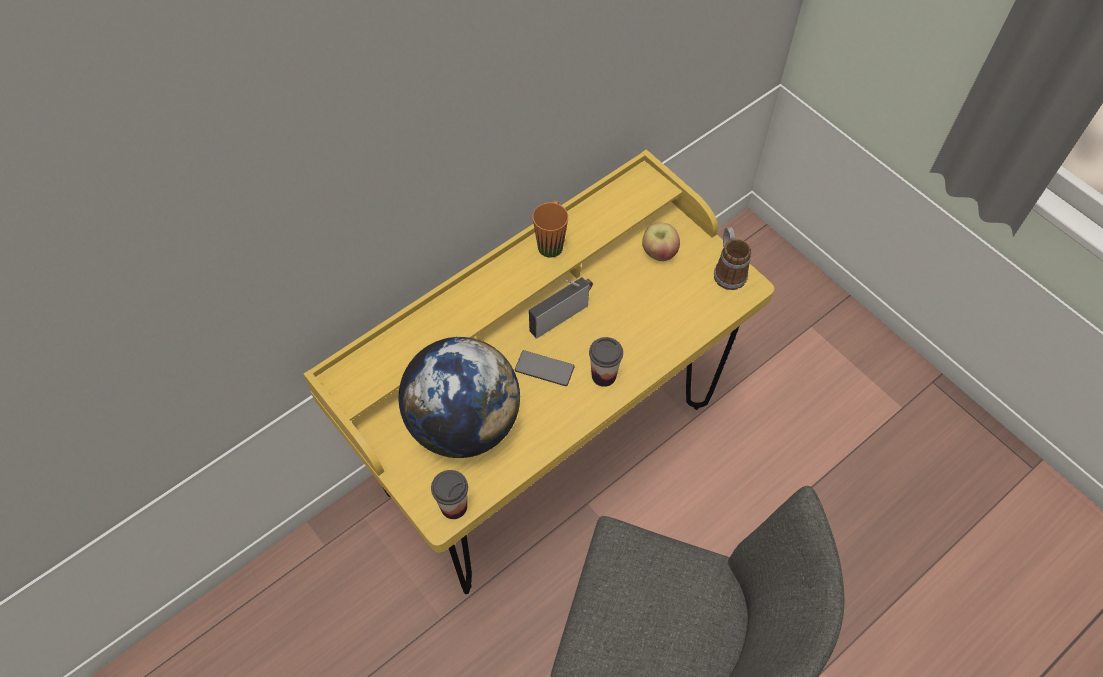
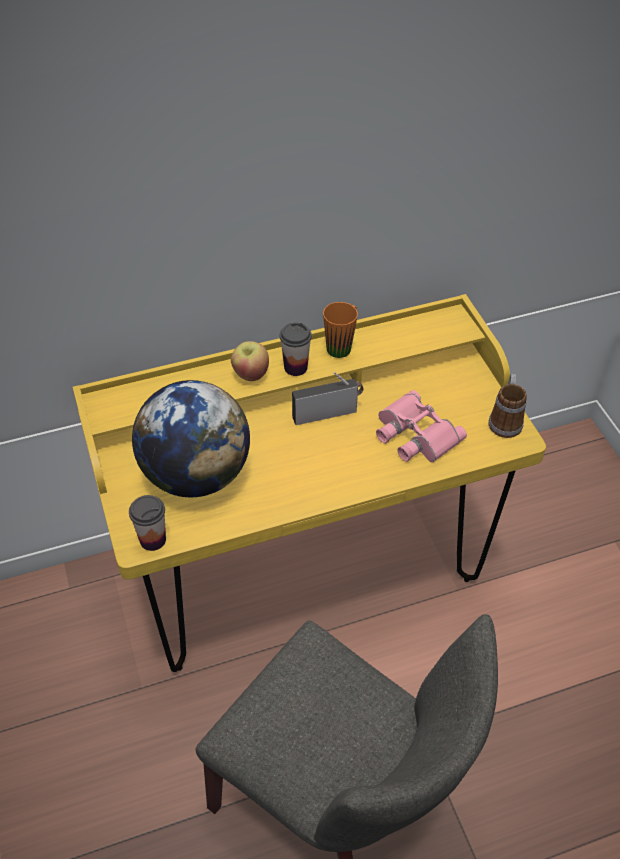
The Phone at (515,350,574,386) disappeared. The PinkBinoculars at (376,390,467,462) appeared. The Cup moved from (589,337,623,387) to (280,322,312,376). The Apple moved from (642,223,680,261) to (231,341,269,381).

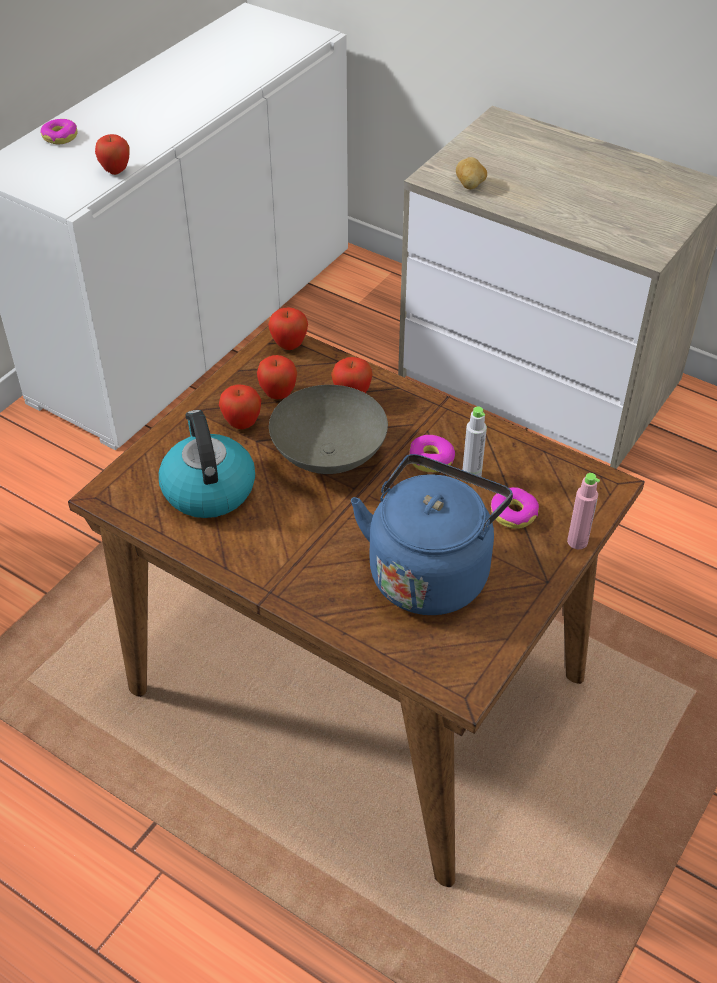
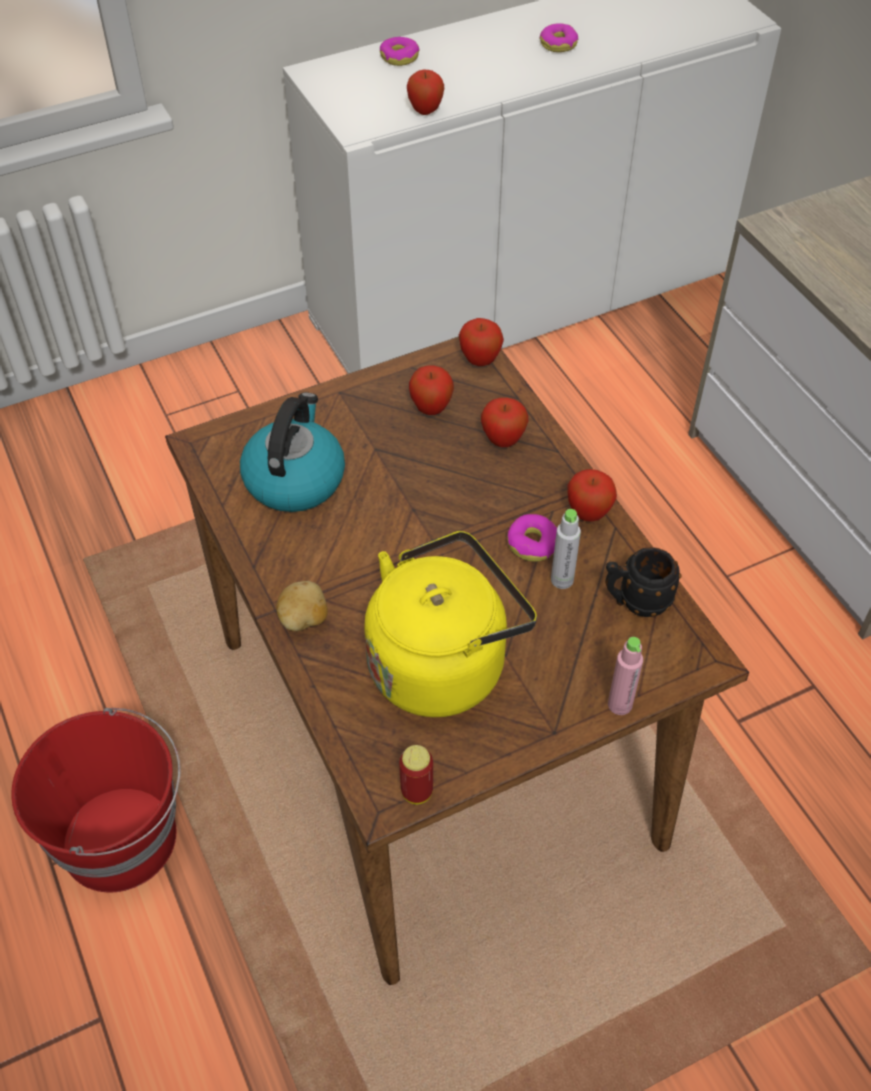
The GreyBowl at (269,385,388,474) disappeared. The RedBucket at (11,708,181,892) appeared. The Can at (399,745,433,804) appeared. The BlackMug at (605,547,681,617) appeared. The Apple moved from (219,385,262,429) to (567,469,617,522). The Potato moved from (456,157,487,189) to (276,581,328,631). The Donut moved from (491,487,539,529) to (539,23,578,52). The BlueKettle at (351,454,513,615) became the YellowKettle at (364,531,537,717).

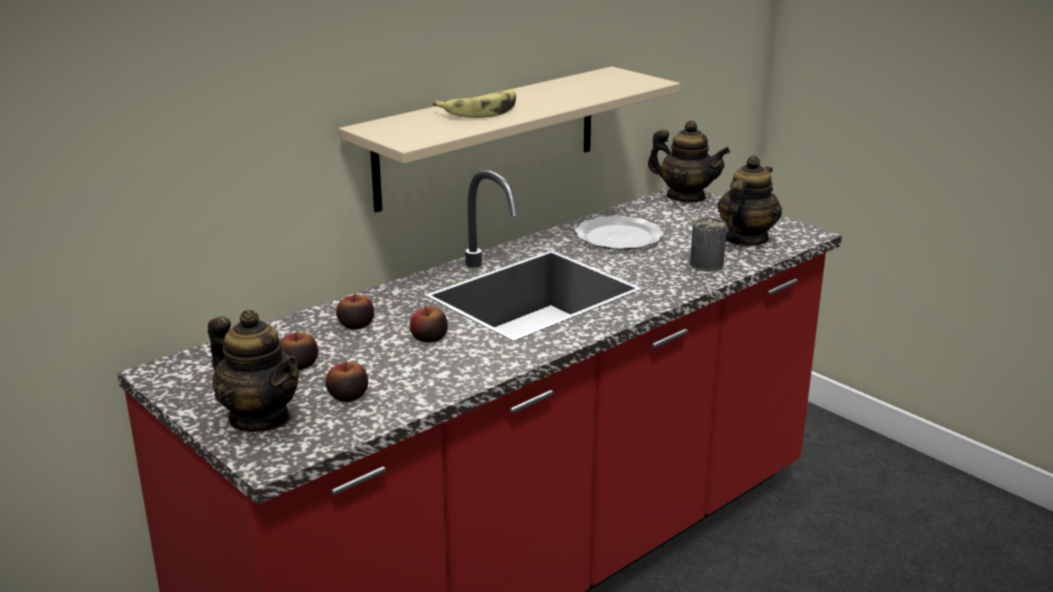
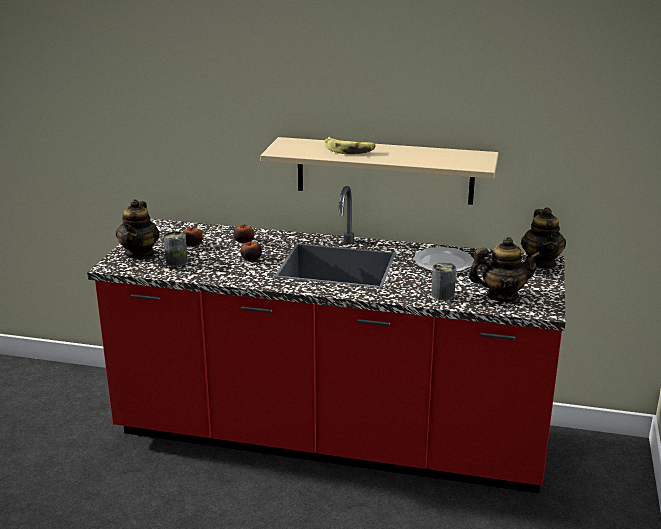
The Apple at (325,362,368,402) was replaced by the Can at (164,232,188,267).

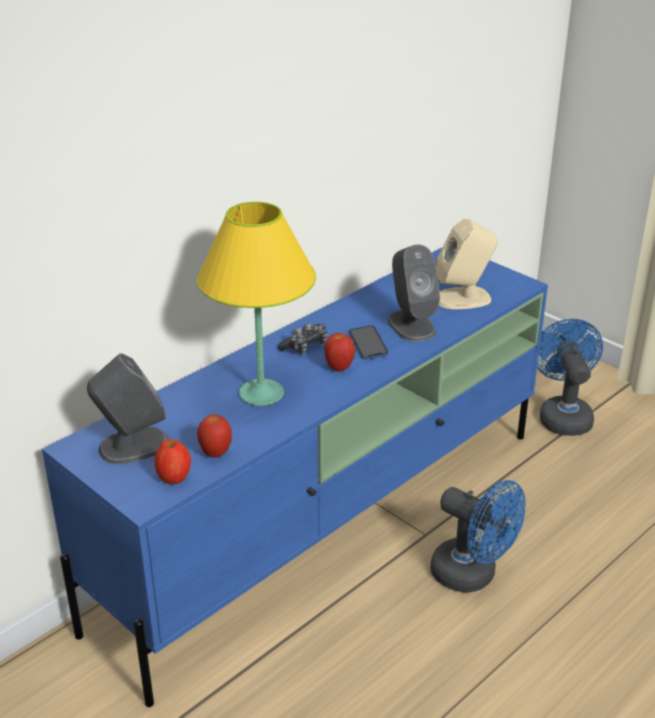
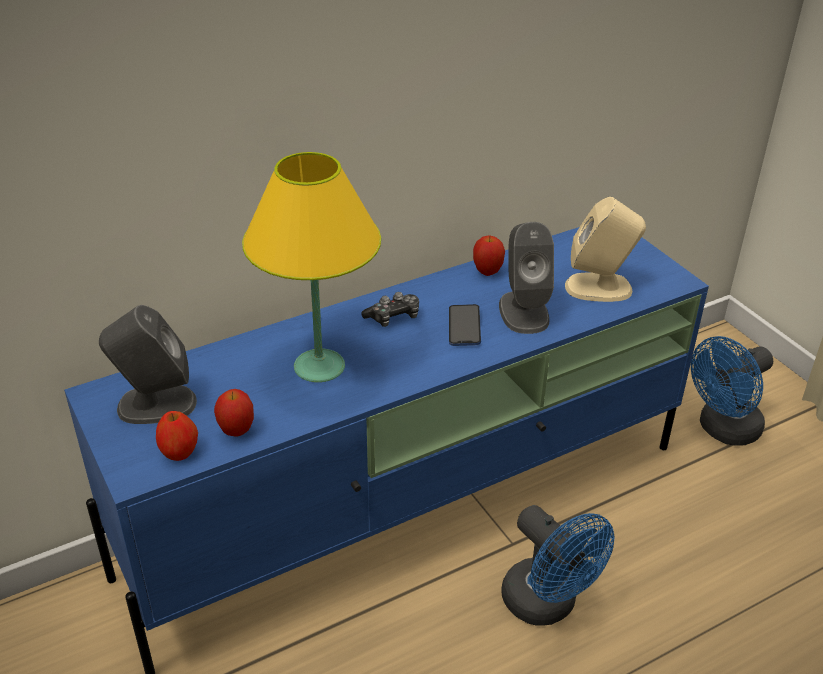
The Apple moved from (324,333,355,372) to (473,235,505,276). The BlueFan at (537,319,603,436) turned 135 degrees counterclockwise.

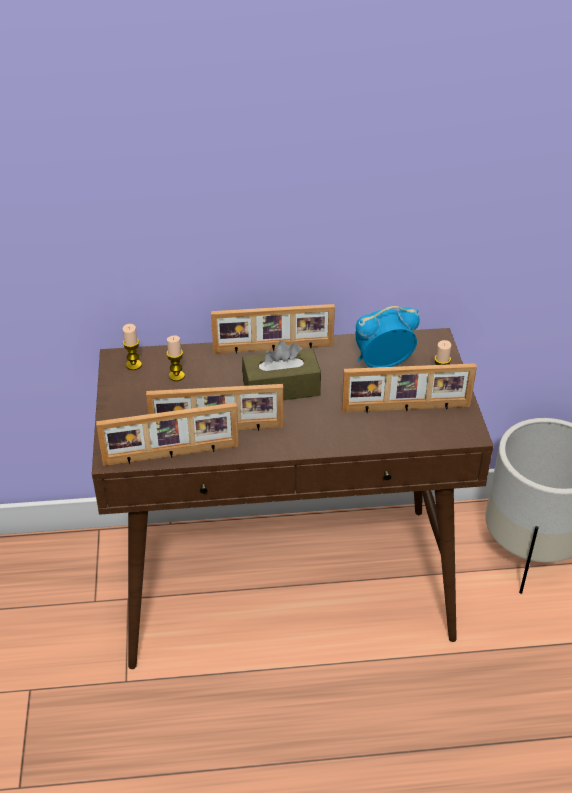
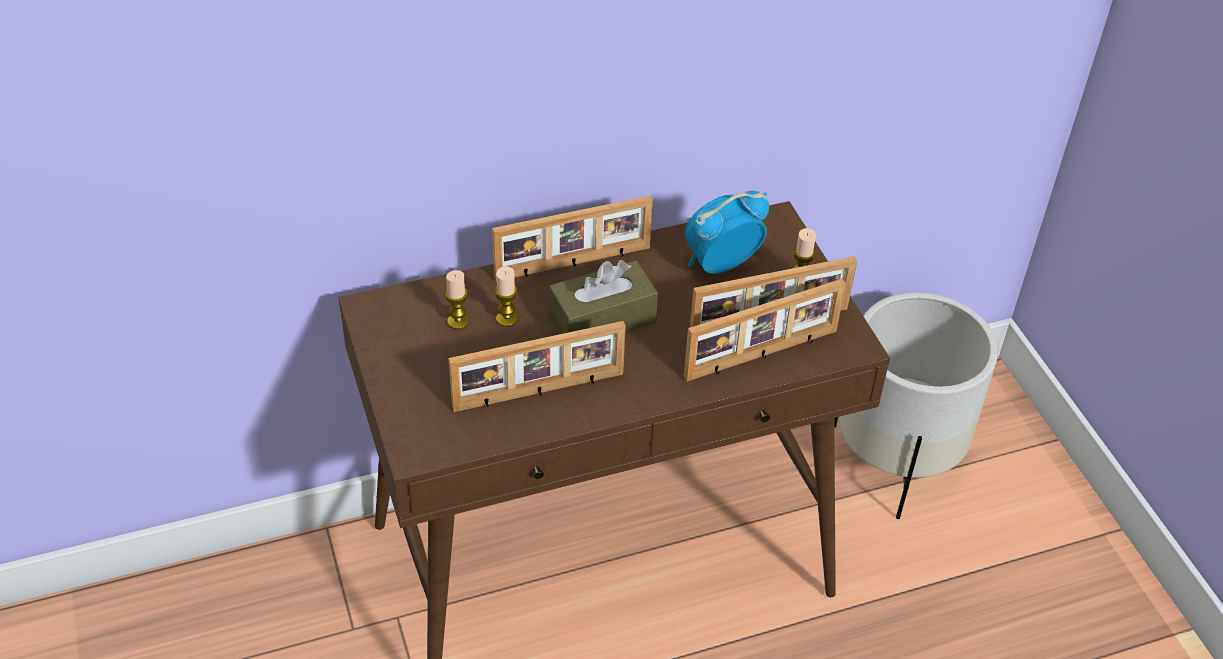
The PictureFrame moved from (96,402,239,466) to (684,279,846,382). The Candle moved from (123,324,142,370) to (495,266,518,327).

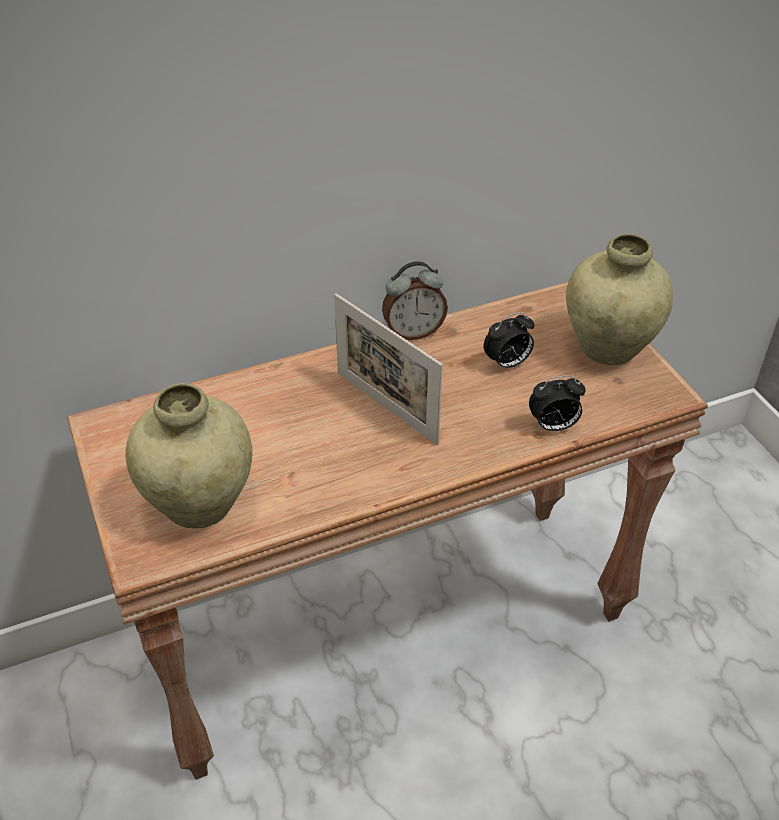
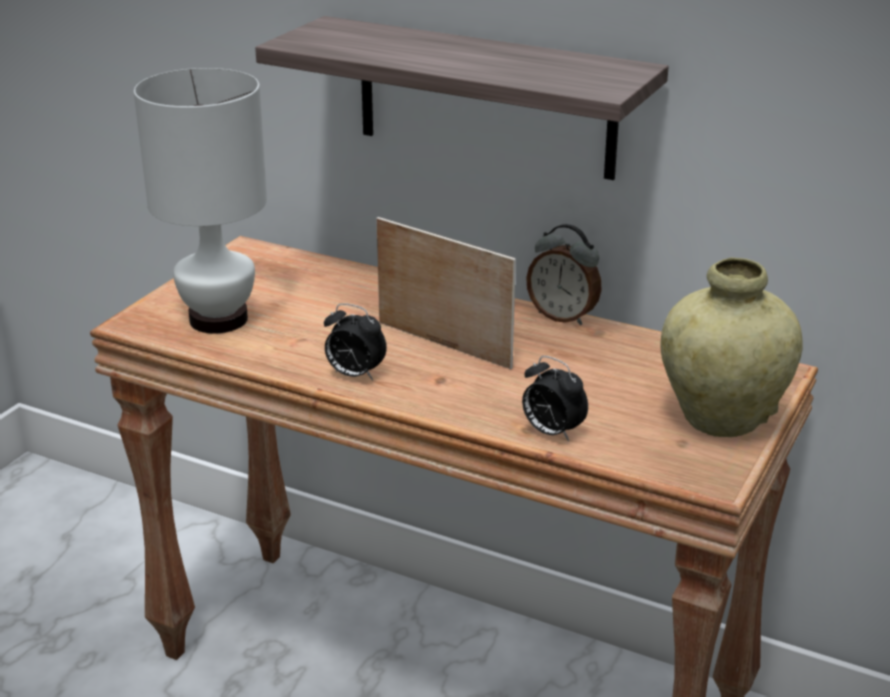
The Shelf at (255,16,669,180) appeared. The AlarmClock moved from (483,312,534,370) to (324,303,387,380). The BeigeVase at (125,383,252,528) was replaced by the WhiteTableLamp at (134,68,267,334). The PictureFrame at (334,293,443,445) turned 120 degrees clockwise.

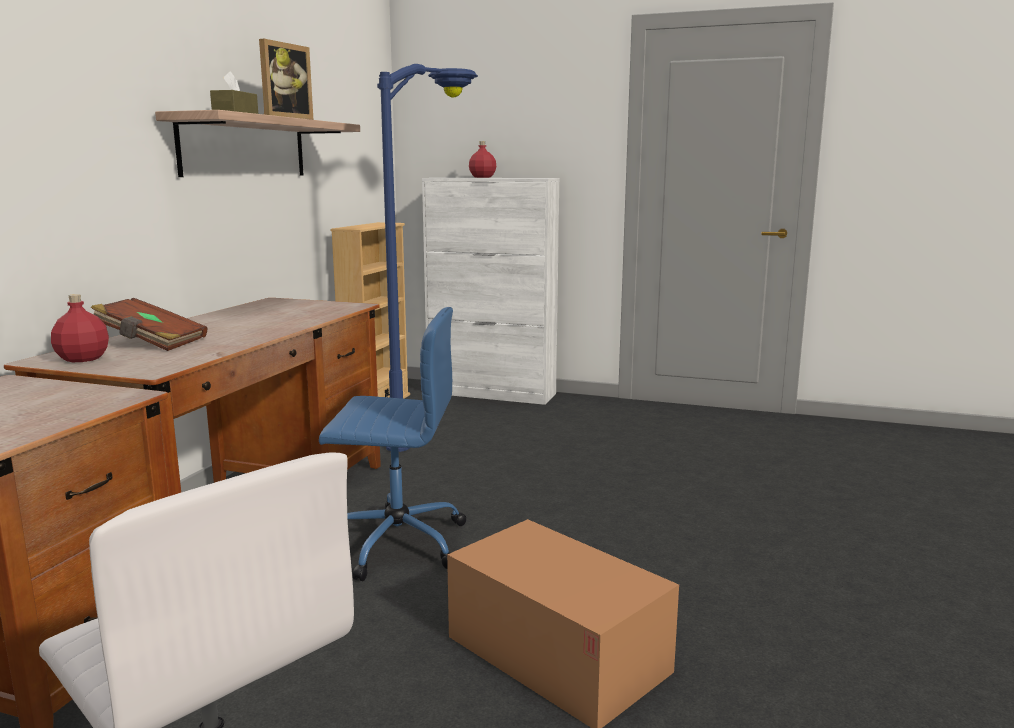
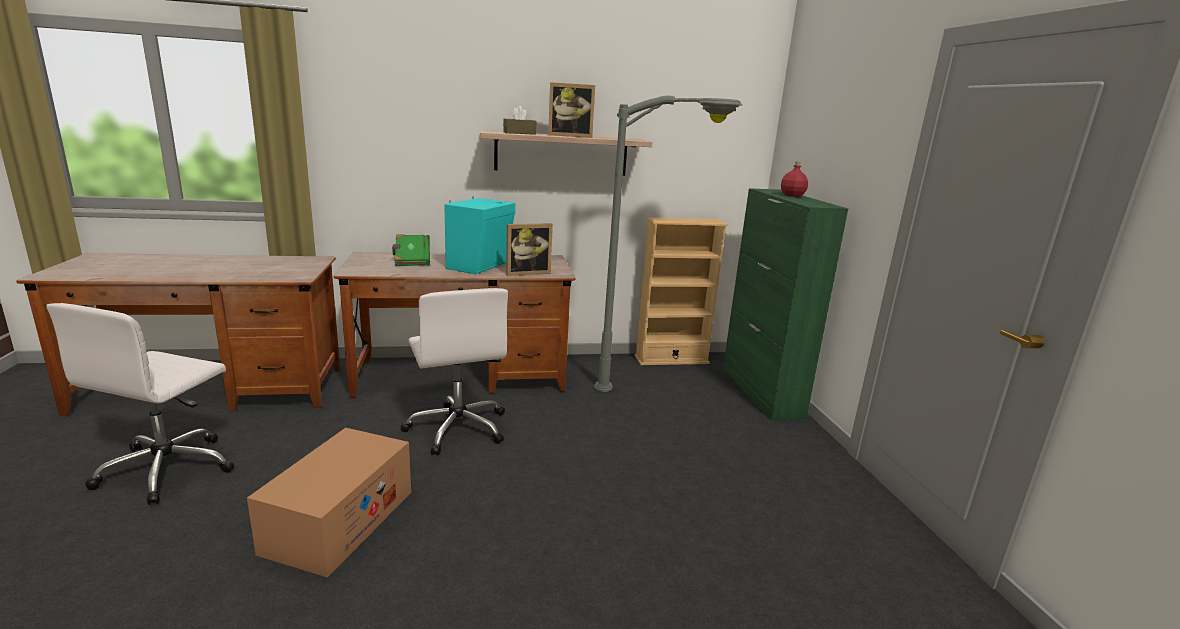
The RedBottle at (51,294,109,362) disappeared. The TurquoiseSpeaker at (444,196,516,274) appeared. The PictureFrame at (506,223,553,276) appeared. The BrownBook at (91,298,207,351) became the GreenBook at (392,234,430,266). The BlueOfficeChair at (319,307,466,581) became the WhiteOfficeChair at (400,288,508,455). The BlueFloorLamp at (377,64,478,452) became the GreyFloorLamp at (594,96,742,392). The WhiteCabinet at (422,178,560,405) became the GreenCabinet at (723,188,848,420).

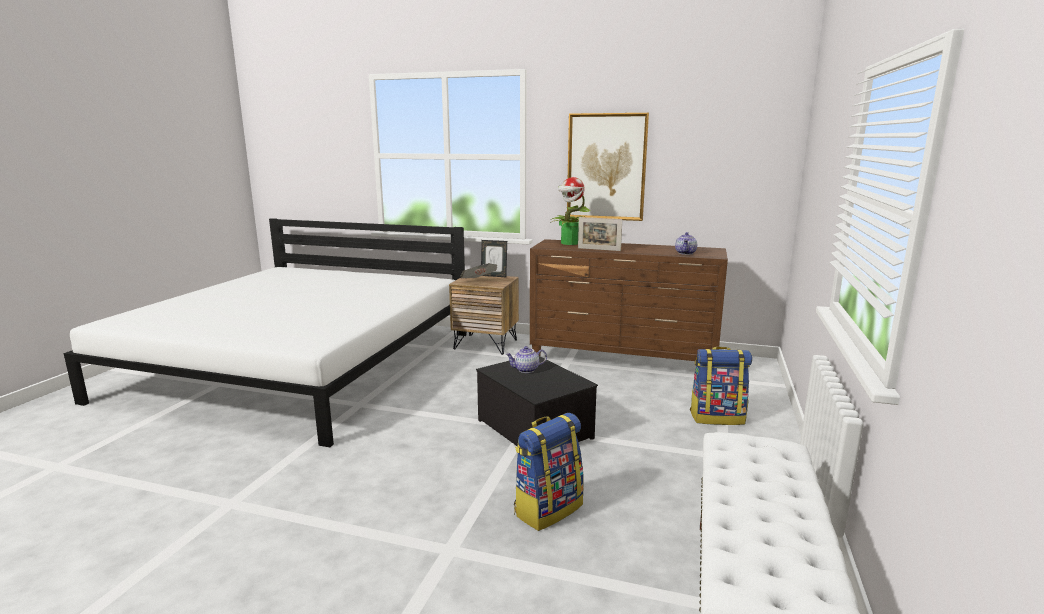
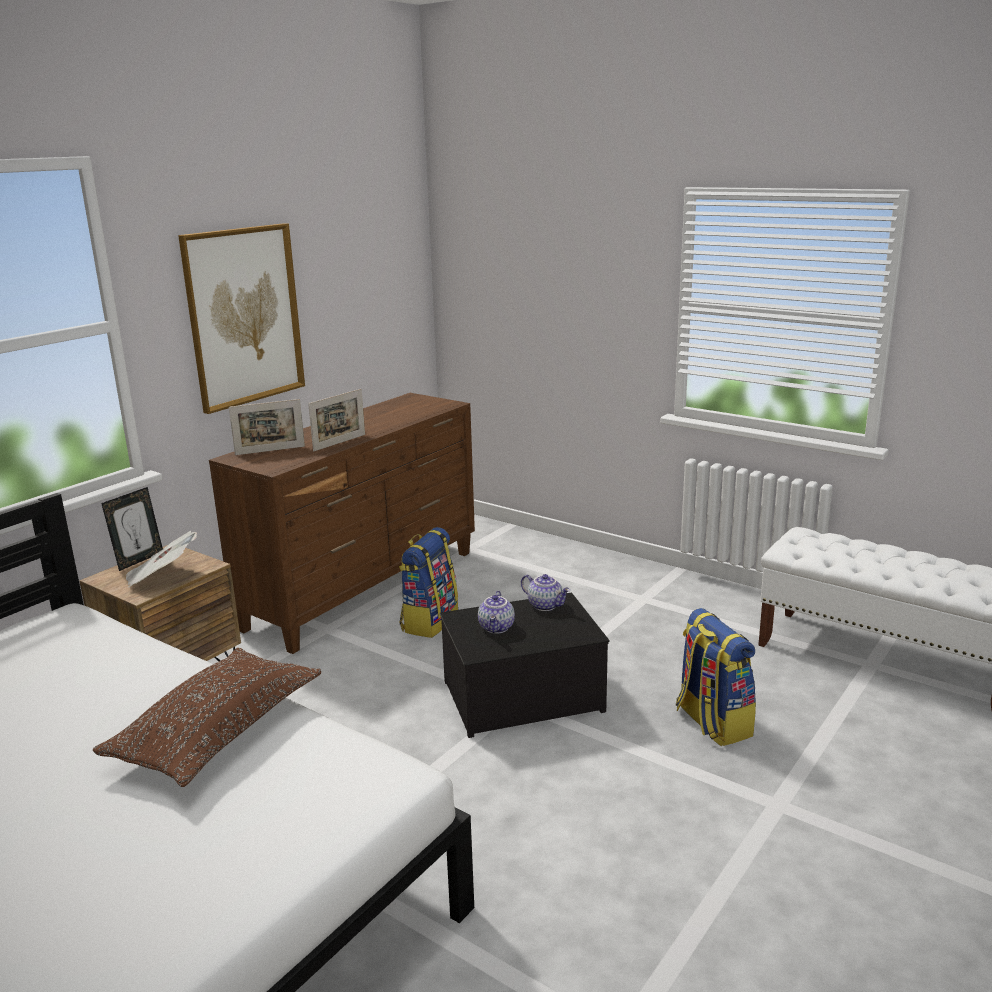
The BrownPillow at (93,648,321,787) appeared. The Teapot moved from (675,232,697,255) to (521,574,570,611). The Backpack moved from (690,347,752,425) to (399,527,458,638). The PottedPlant at (550,177,591,245) was replaced by the PictureFrame at (229,399,305,455).

